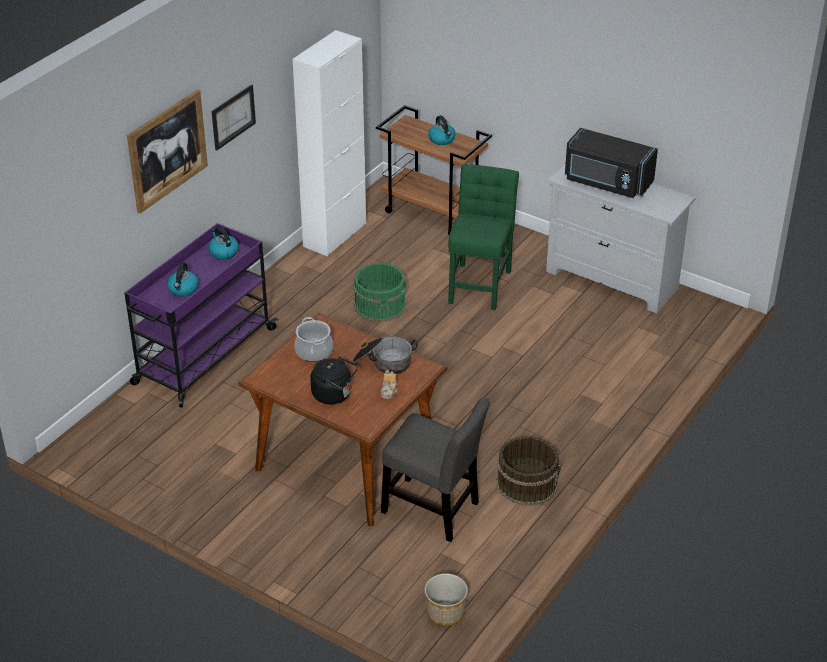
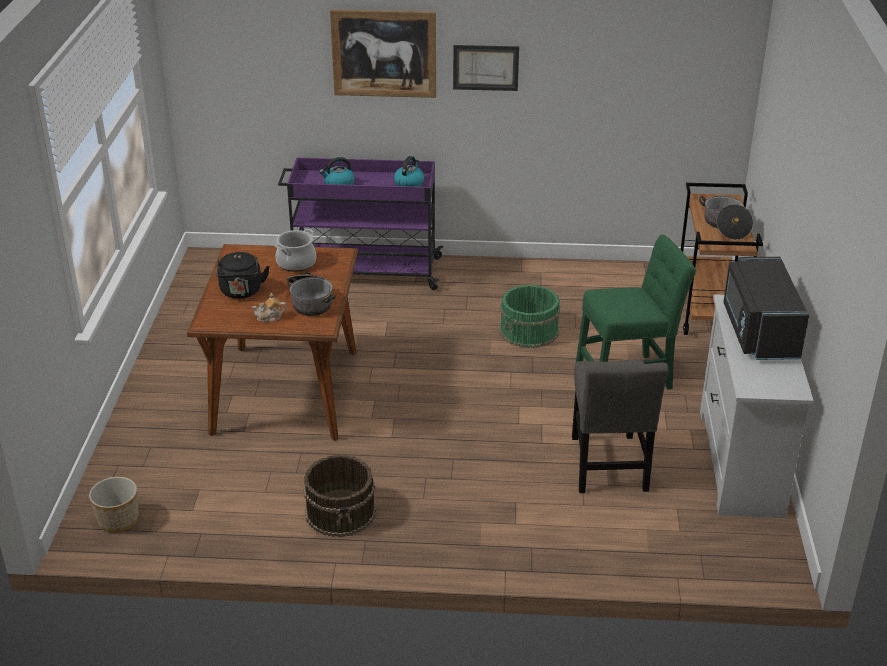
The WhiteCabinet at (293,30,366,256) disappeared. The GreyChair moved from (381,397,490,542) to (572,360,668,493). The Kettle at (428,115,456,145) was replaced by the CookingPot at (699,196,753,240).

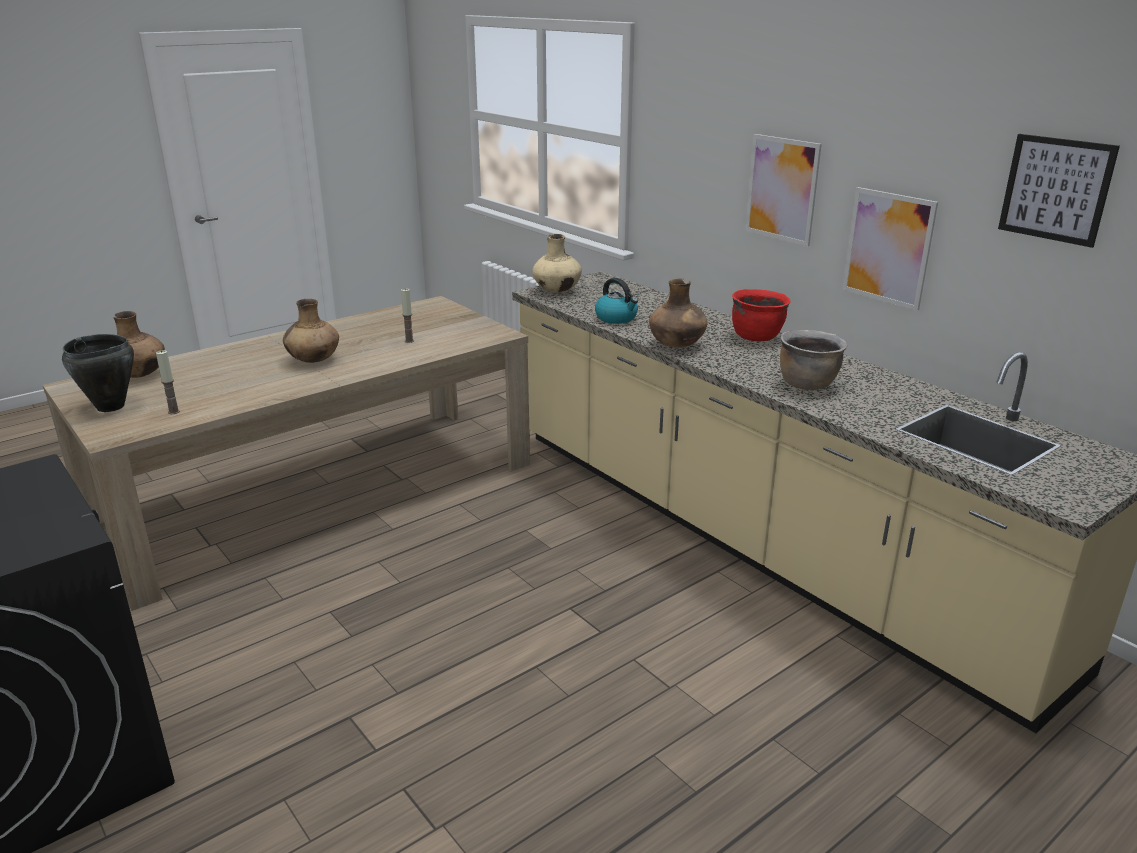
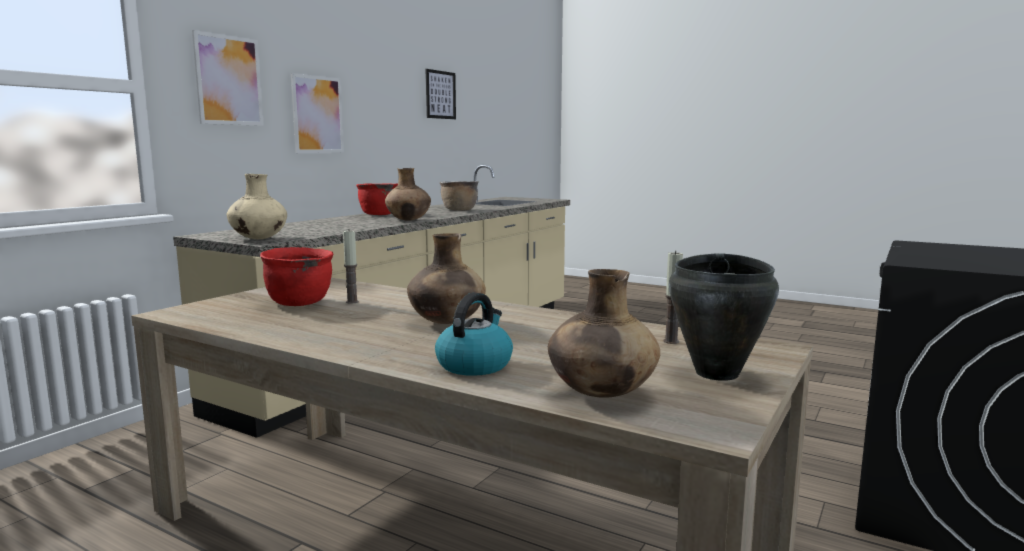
The RedCookingPot at (260,247,333,306) appeared. The Kettle moved from (595,278,638,324) to (435,293,513,376). The Picture moved from (842,187,938,311) to (192,30,264,126).

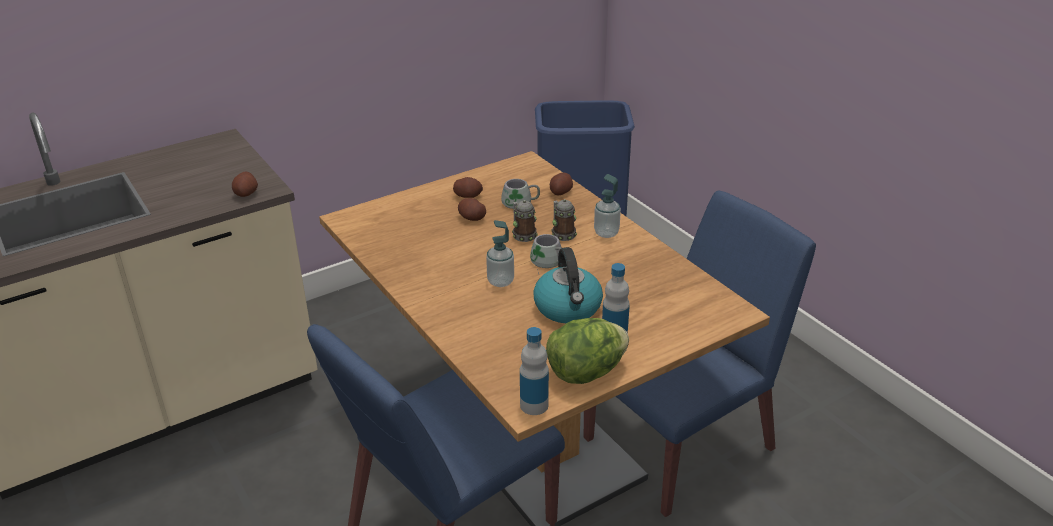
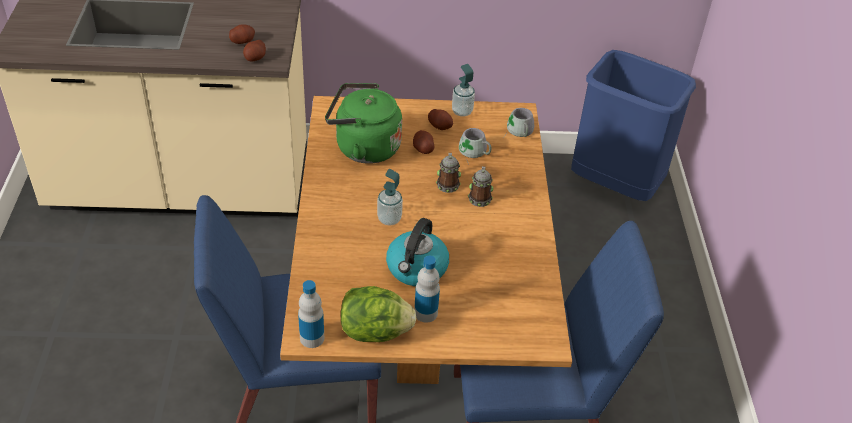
The GreenKettle at (325,83,402,164) appeared. The GreyMug moved from (530,234,562,273) to (504,108,534,137). The Potato moved from (550,173,573,195) to (229,24,255,44). The SoapDispenser moved from (594,174,621,238) to (452,64,475,117).

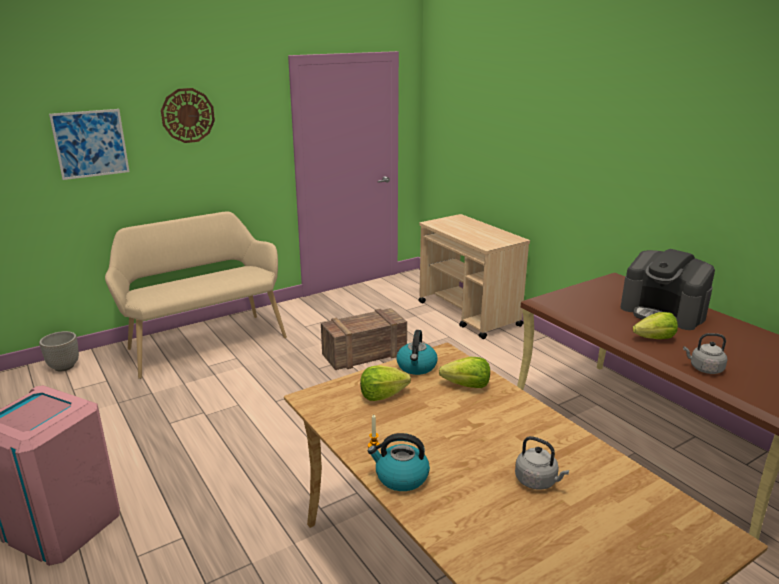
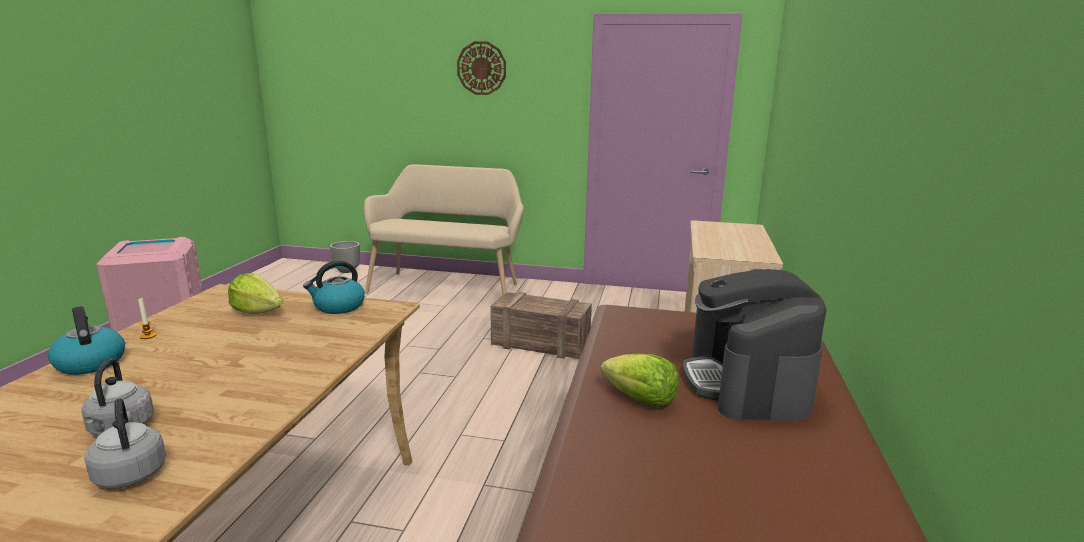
The Picture at (49,109,130,180) disappeared. The Lettuce at (439,357,490,388) disappeared. The GreyKettle moved from (683,333,727,374) to (84,398,166,488).

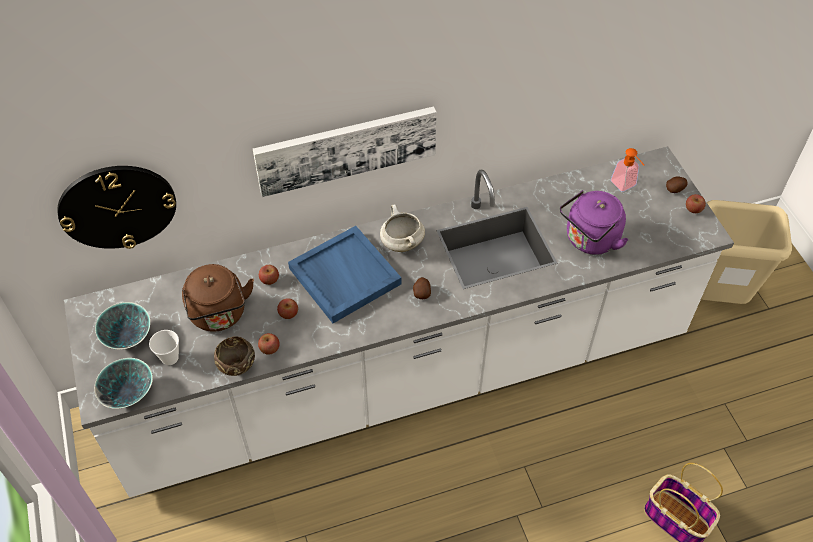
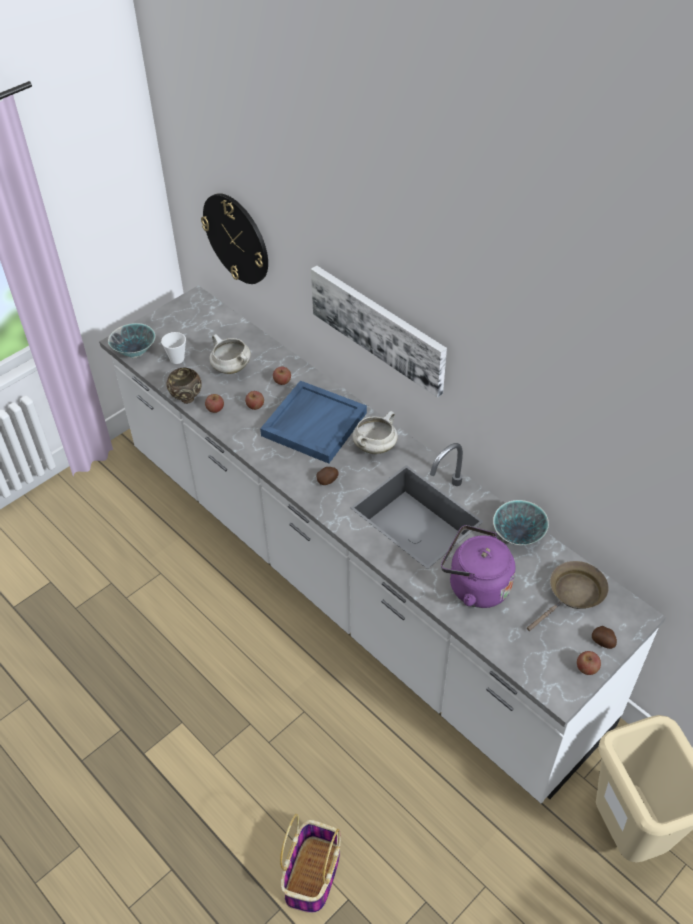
The Bowl moved from (95,302,150,350) to (493,500,549,545). The BrownKettle at (182,264,254,331) was replaced by the WhiteCookingPot at (209,334,251,374). The SoapDispenser at (611,148,644,192) was replaced by the BrownFryingPan at (527,561,608,631).

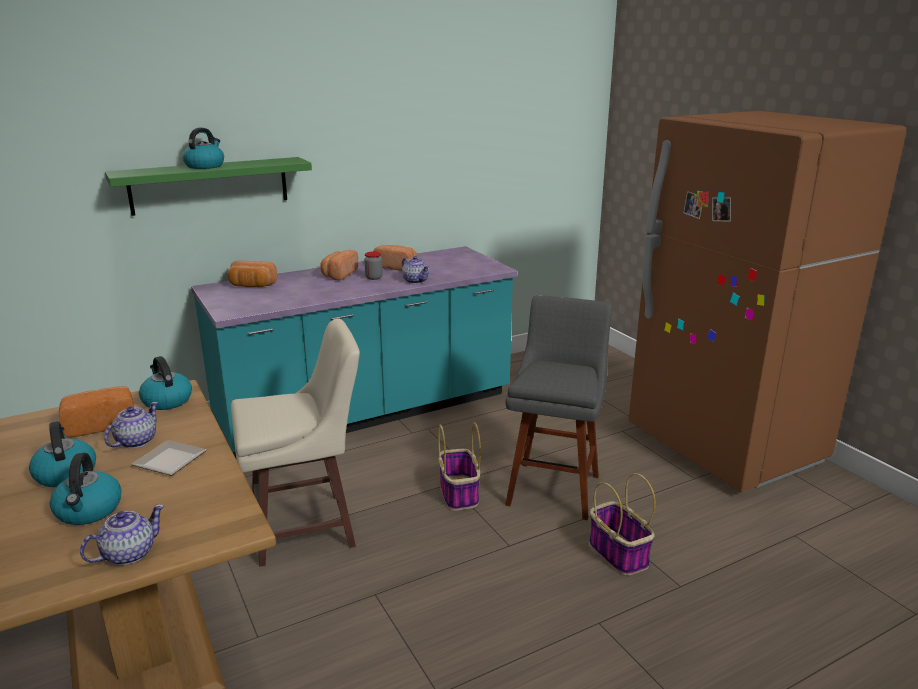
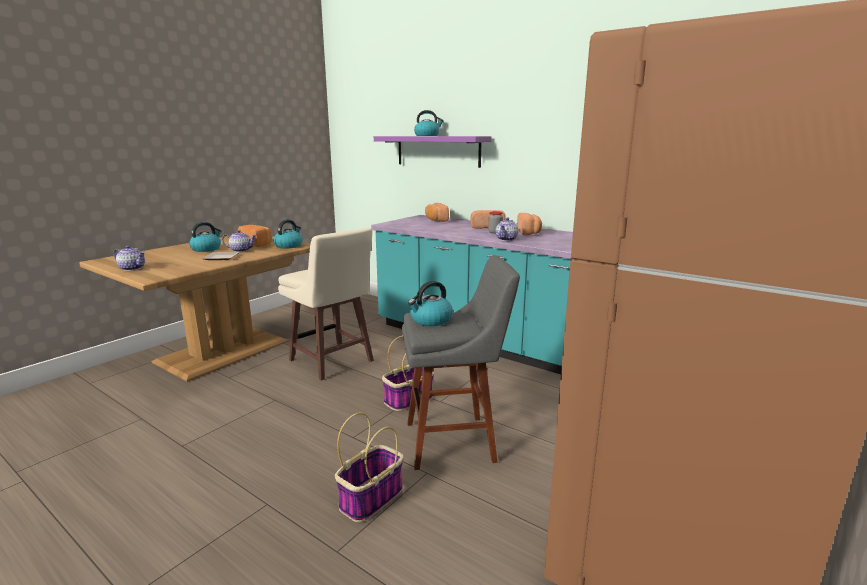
The Kettle moved from (50,453,122,525) to (408,281,453,326). The GreenShelf at (105,157,312,216) became the PurpleShelf at (374,136,491,168).

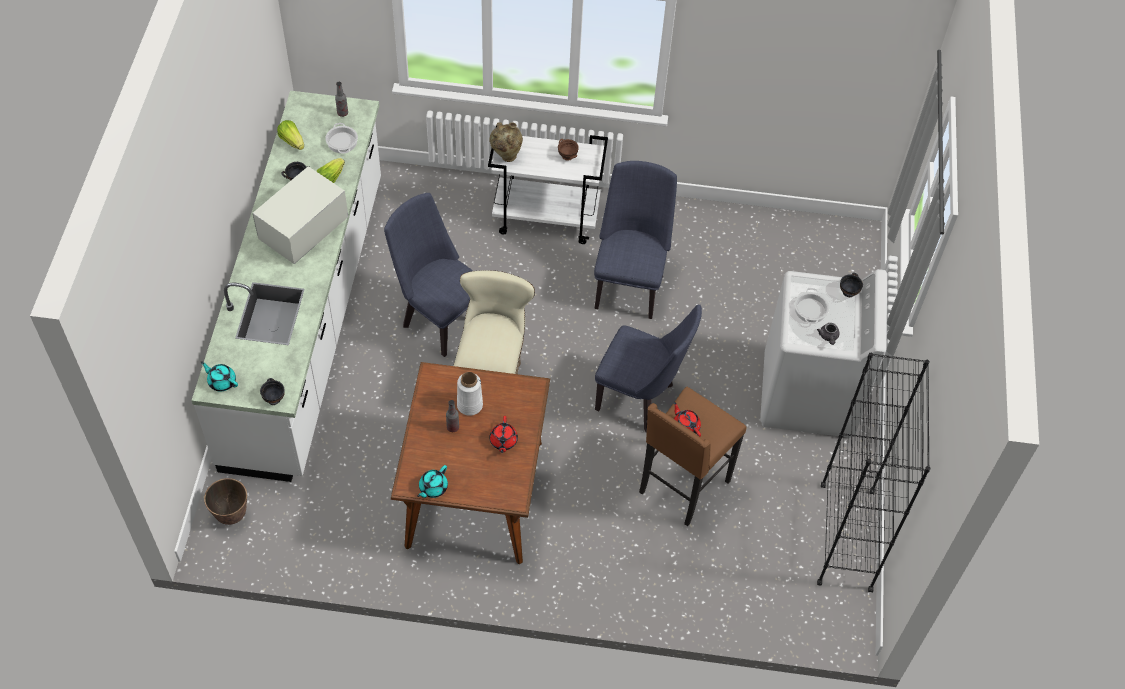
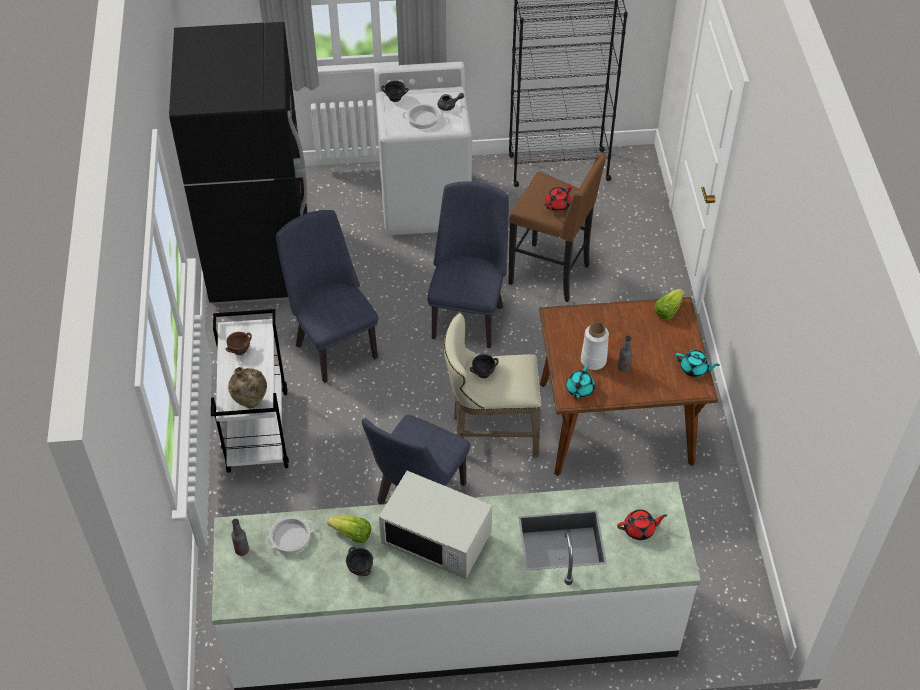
The Planter at (204,478,247,525) disappeared. The BlackFridge at (169,22,307,304) appeared. The TurquoiseTeapot moved from (201,361,238,391) to (566,365,595,399). The BlackBowl moved from (260,378,285,405) to (470,354,499,378). The Lettuce moved from (277,120,304,150) to (654,289,684,320). The RedTeapot moved from (490,416,518,453) to (617,509,667,540). The BlueChair at (594,161,677,319) turned 60 degrees clockwise.

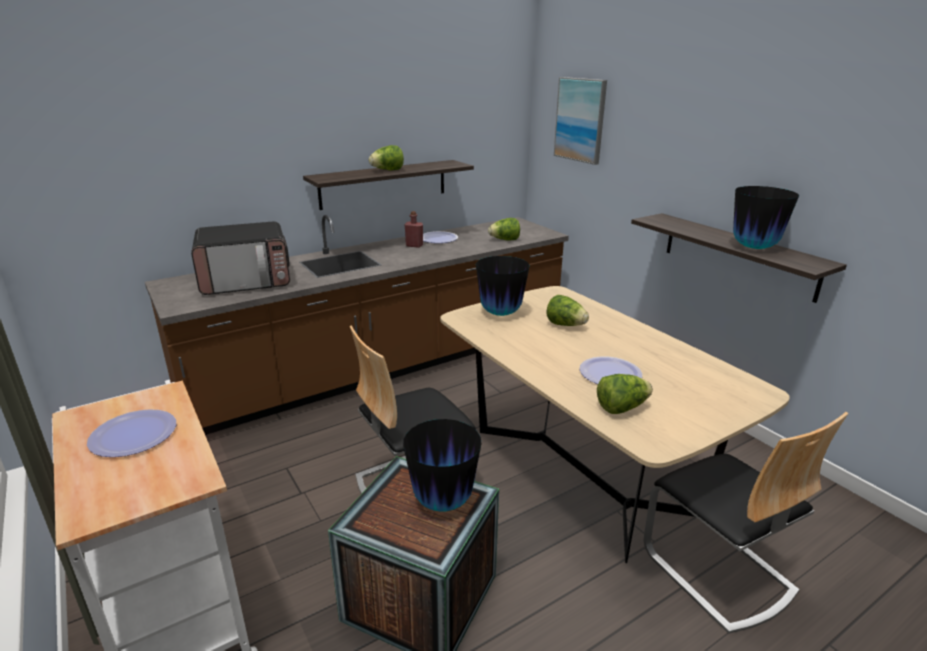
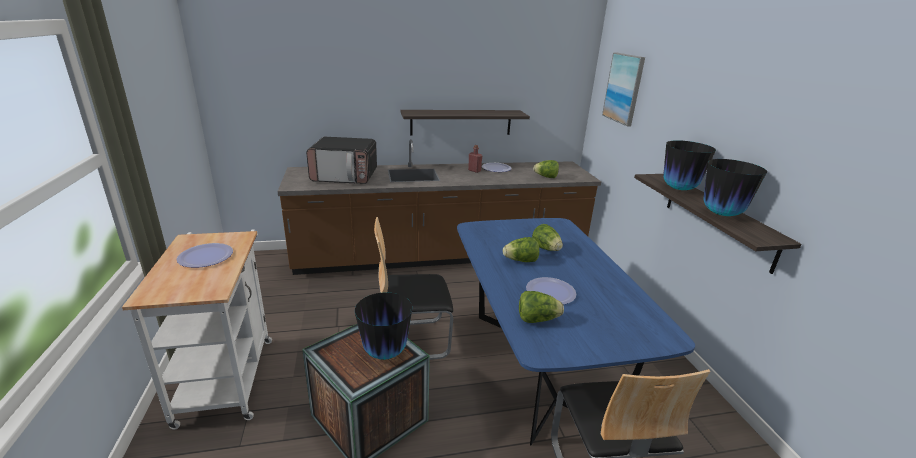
The Lettuce moved from (369,145,404,170) to (503,237,539,262). The Vase moved from (476,256,530,316) to (663,140,716,190). The BeigeDiningTable at (440,286,790,563) became the BlueDiningTable at (457,218,695,445).

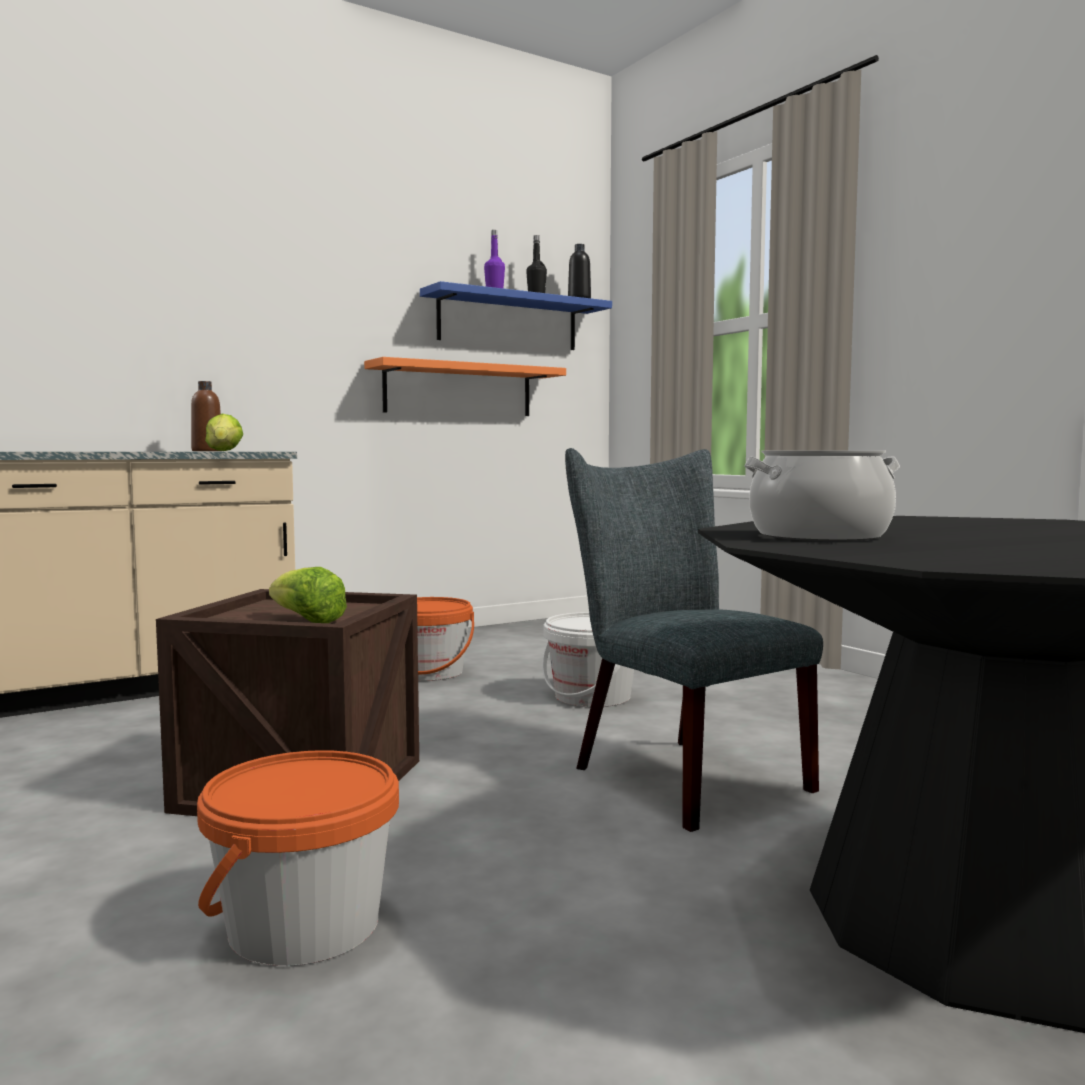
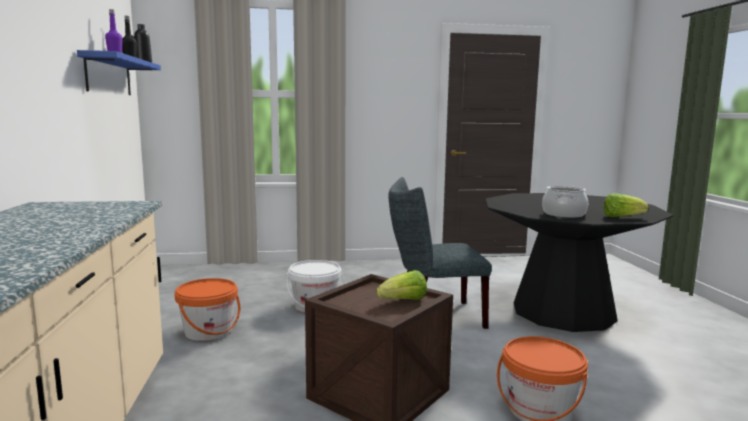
The BrownBottle at (191,381,221,451) disappeared. The OrangeShelf at (364,357,566,416) disappeared. The Lettuce moved from (205,414,243,451) to (604,193,648,217).

